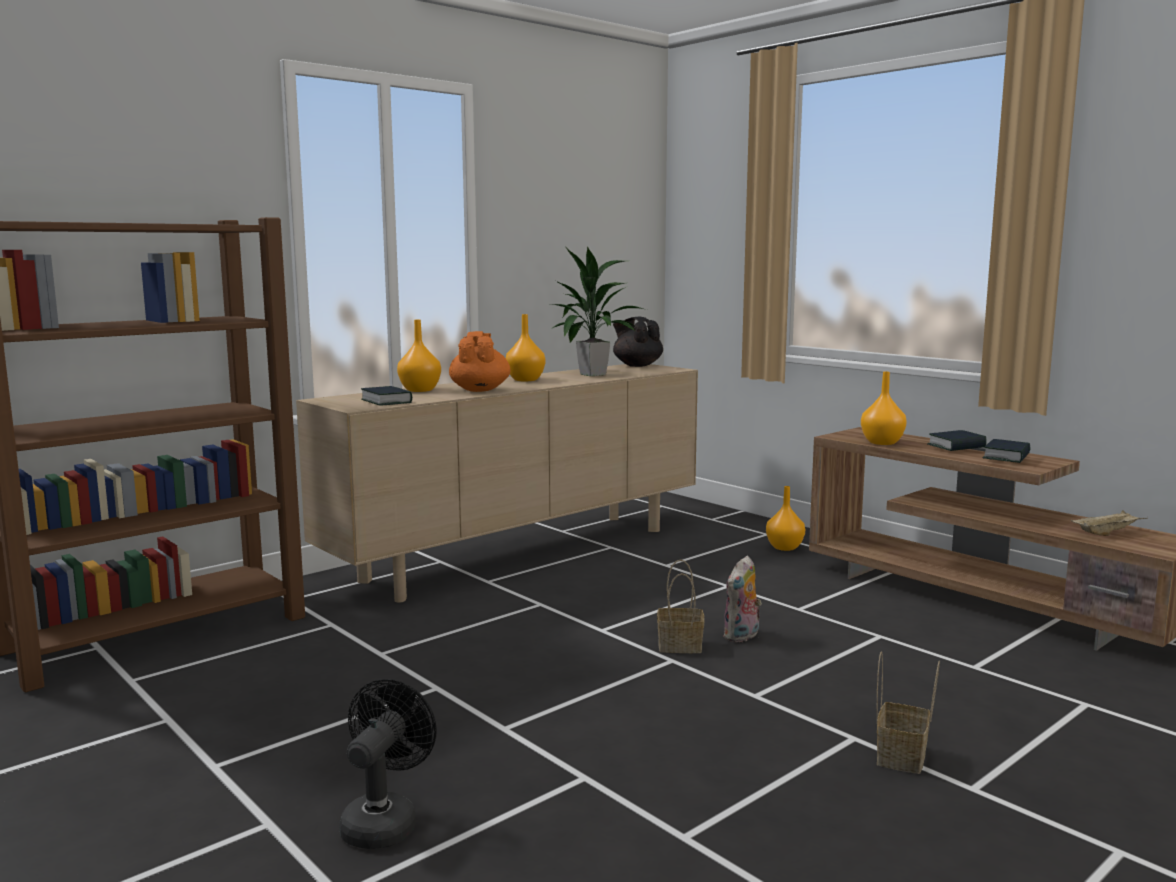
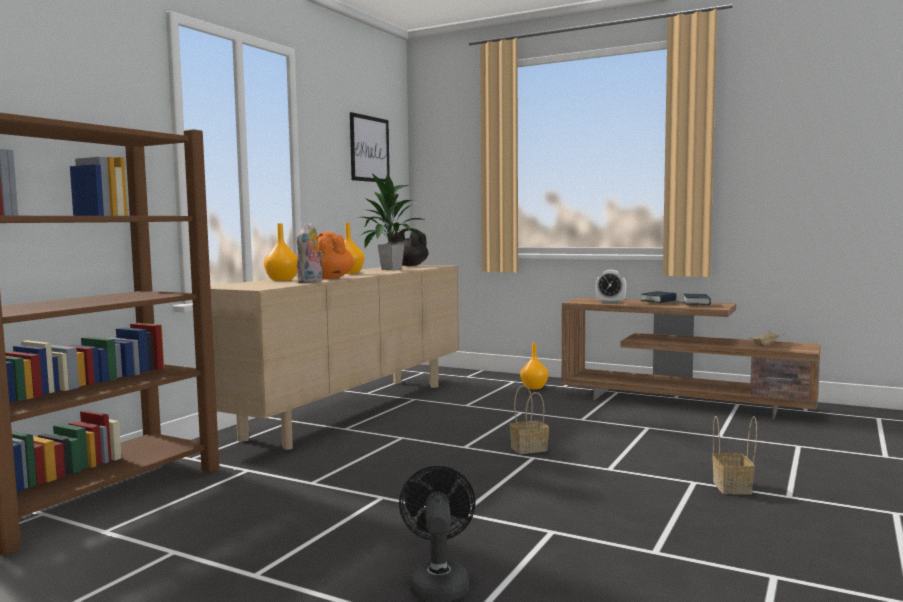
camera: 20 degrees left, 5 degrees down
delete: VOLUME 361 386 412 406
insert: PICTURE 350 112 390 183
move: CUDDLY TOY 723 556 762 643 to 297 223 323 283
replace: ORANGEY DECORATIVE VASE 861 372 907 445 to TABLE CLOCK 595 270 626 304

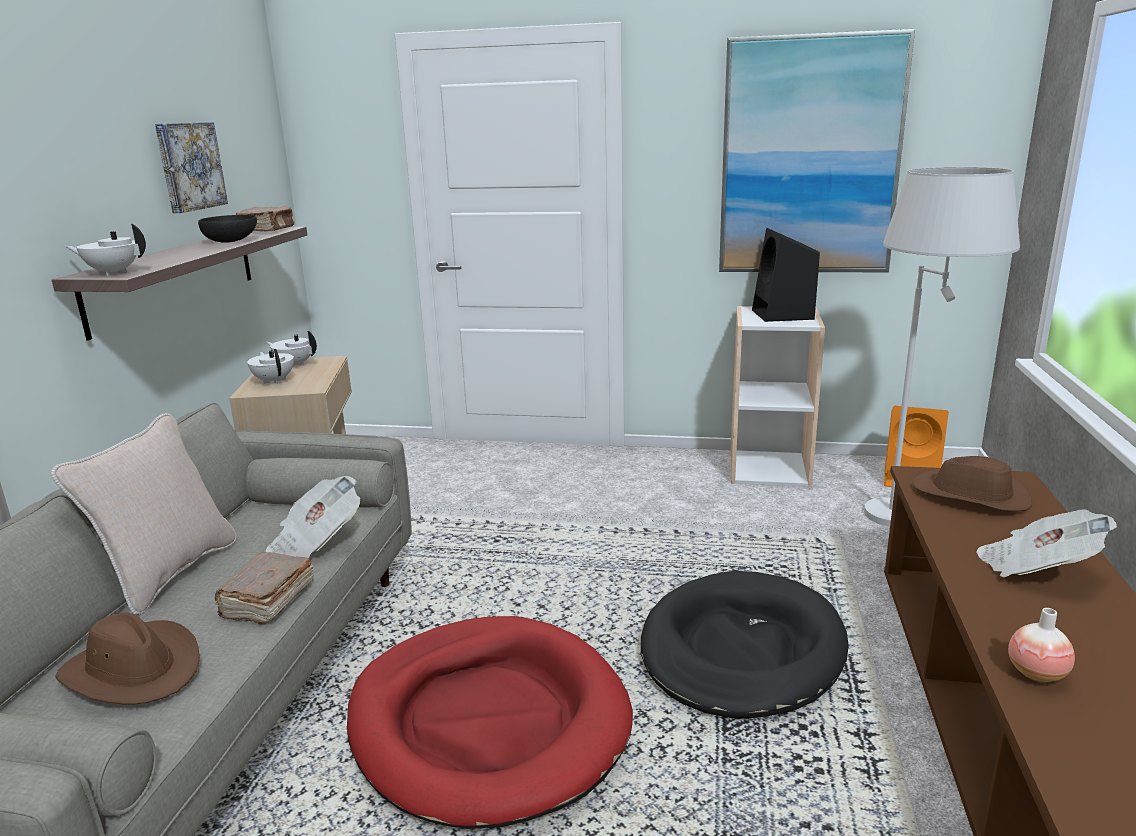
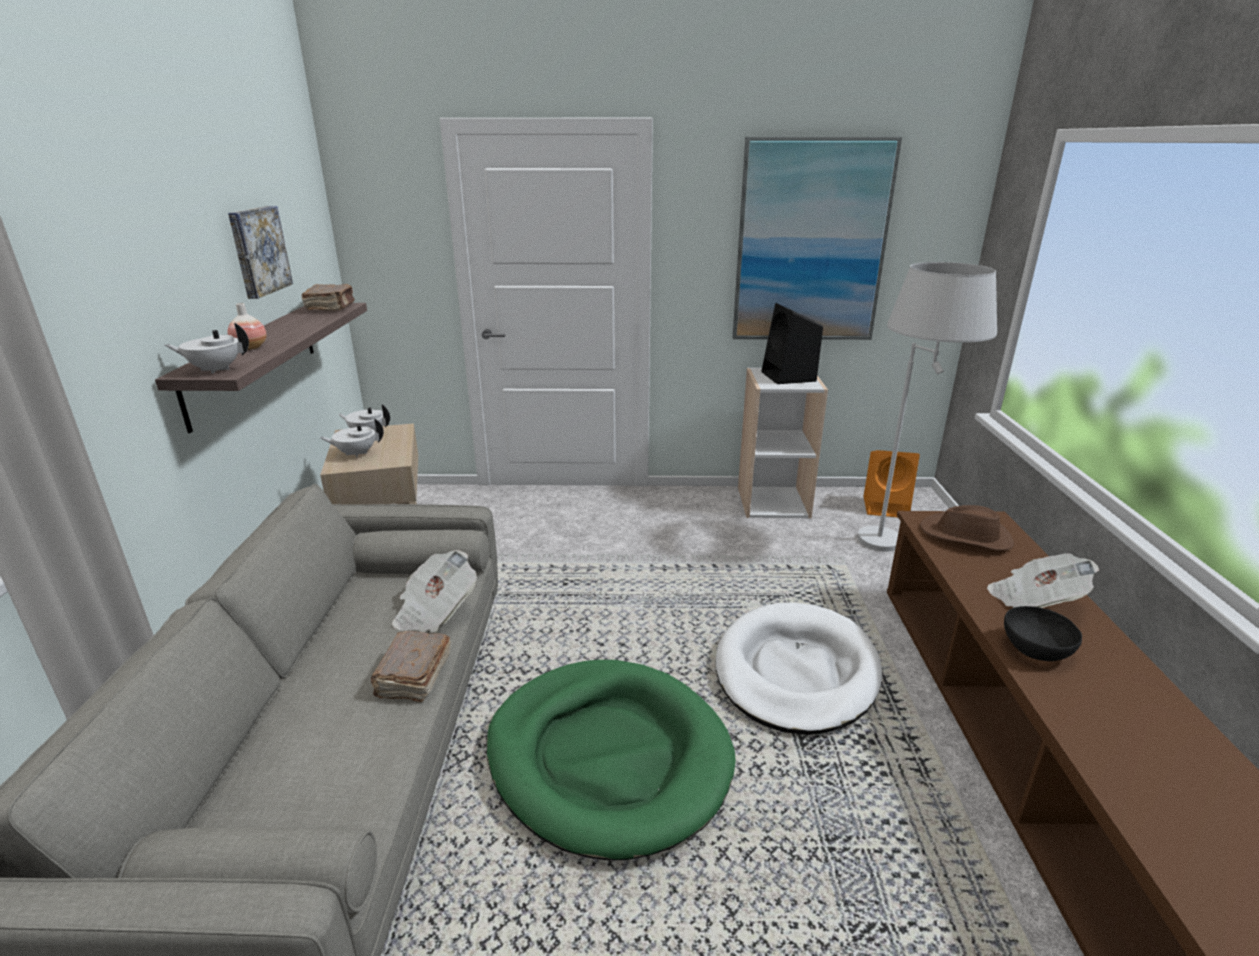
camera: 10 degrees left, 5 degrees up
delete: SAND-COLOURED CUSHION 51 413 237 615; BROWN CLOTHING HAT 55 613 200 705
move: BLACK-COLOURED DEEP DISH 198 215 257 243 to 1004 606 1082 661; DECORATIVE VASE 1008 608 1075 682 to 228 303 267 350
recolor: RED-COLOURED DOG BED 347 616 633 829 to GREEN DOG BED 486 660 736 860; BLACK-COLOURED DOG BED 641 571 849 719 to WHITE DOG BED 715 603 882 735
rotate: WHITE TEAPOT 247 349 294 384 = 319 418 384 458 60 degrees counterclockwise

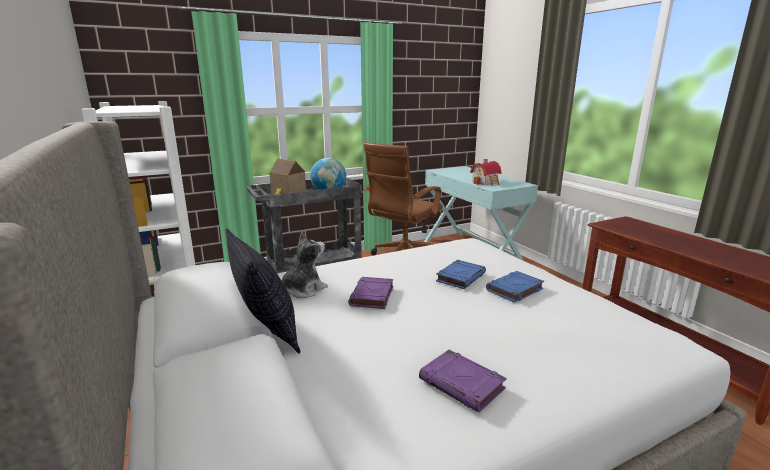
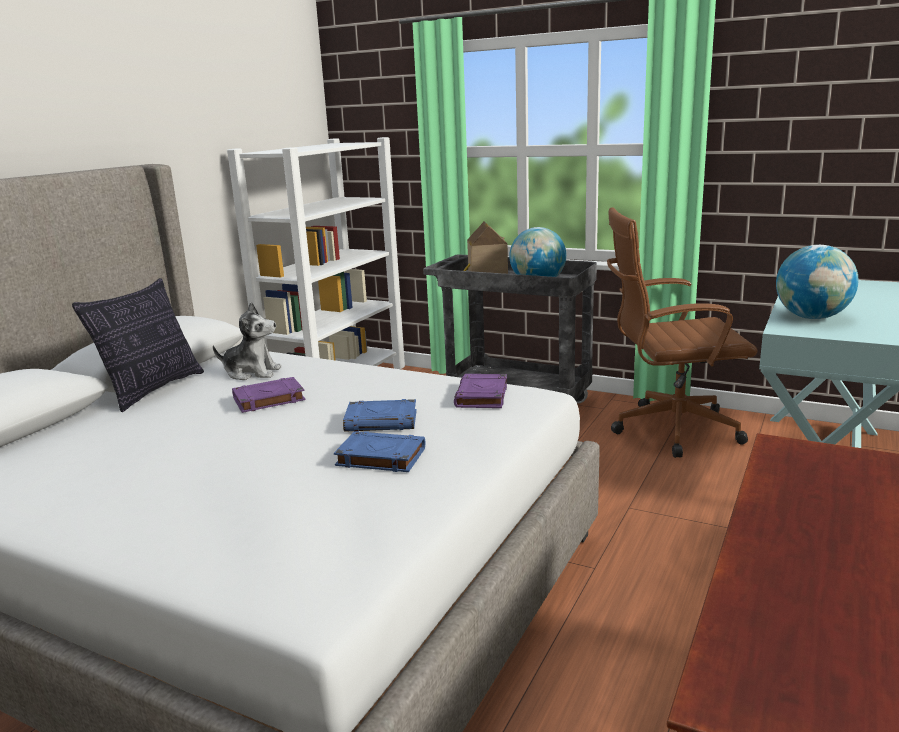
camera: 55 degrees right, 0 degrees up
move: PURPLISH VOLUME 419 350 507 413 to 454 374 507 408
replace: TOY HOUSE 470 159 502 186 to GLOBE 776 245 859 319

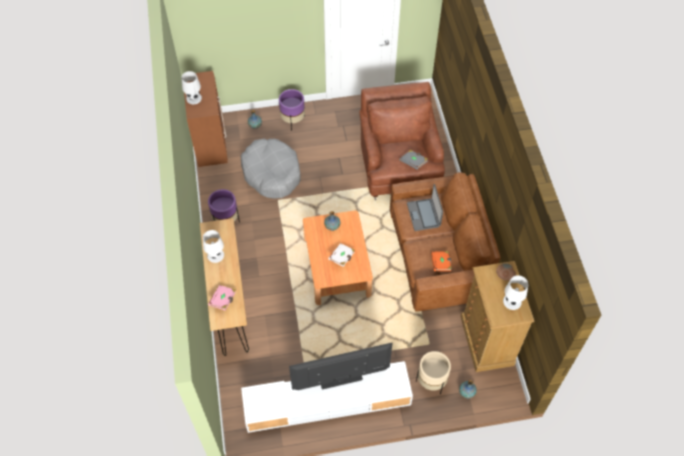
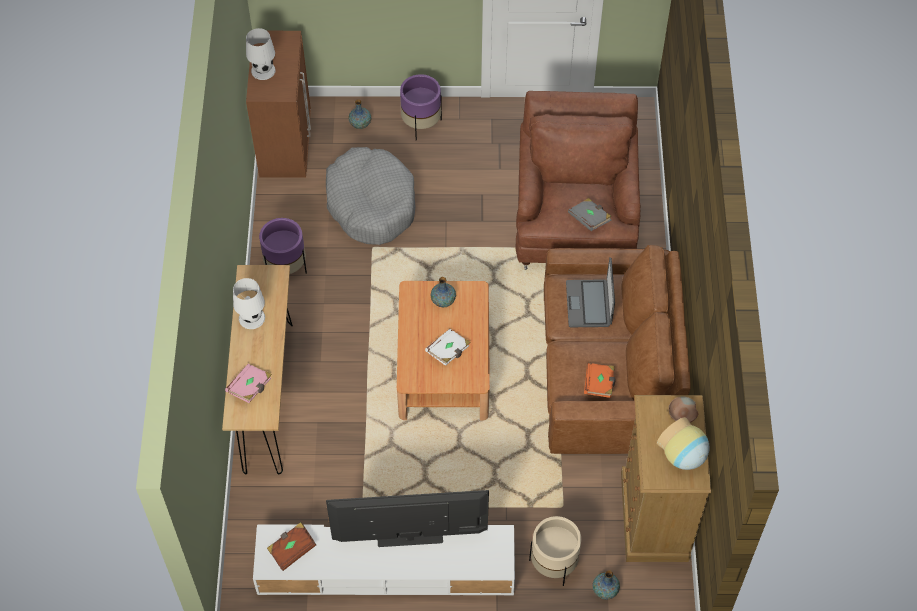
camera: 10 degrees right, 0 degrees up
insert: BROWN VOLUME 267 522 316 571
replace: WHITE TABLE LAMP 503 275 528 310 to DECORATIVE VASE 657 417 710 470

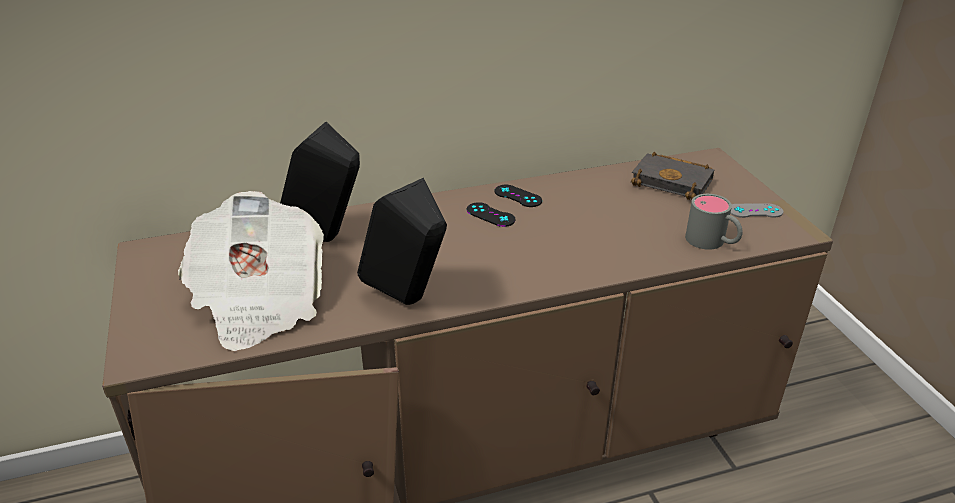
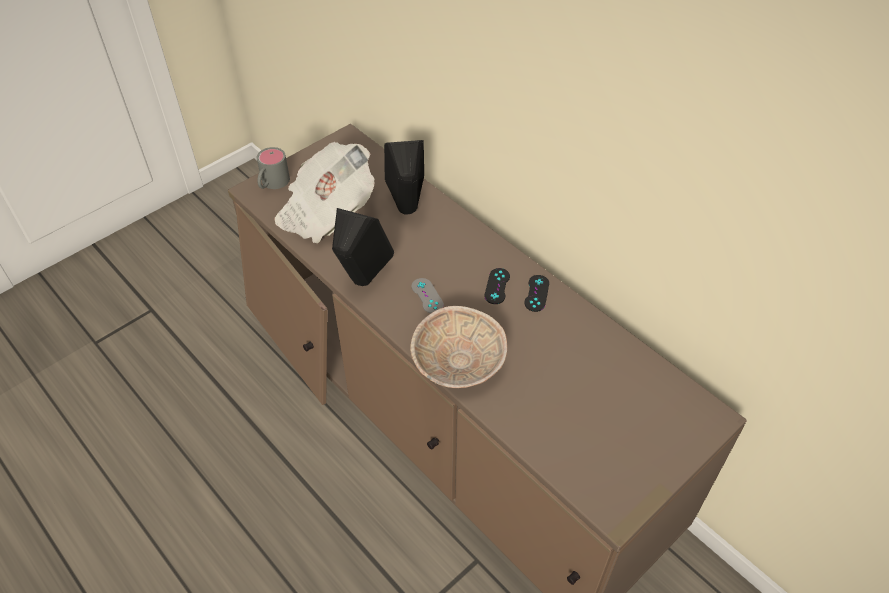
camera: 65 degrees right, 15 degrees up
delete: BLACK-COLOURED VOLUME 631 152 714 200
insert: SAND-COLOURED DEEP DISH 410 306 507 388
move: GREY MUG 685 194 743 250 to 257 147 290 189; GREY GAME CONTROLLER 730 204 783 218 to 412 278 444 313

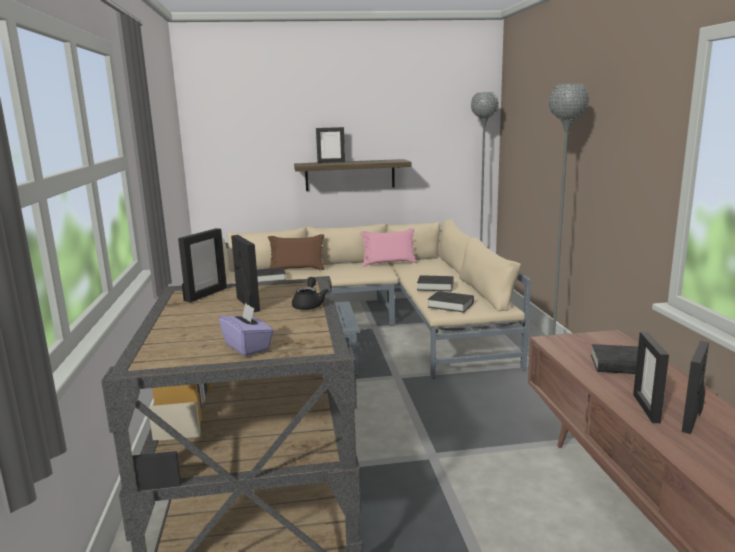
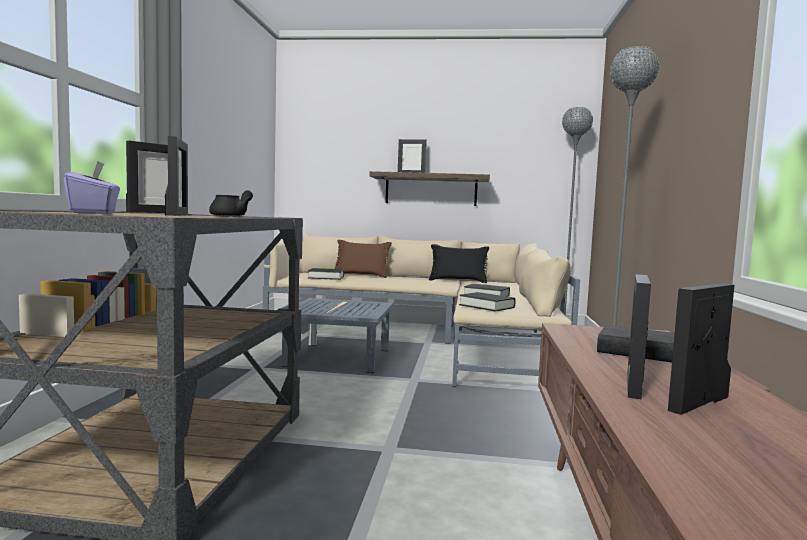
camera: 15 degrees right, 10 degrees down
recolor: PINK-COLOURED CUSHION 360 228 416 267 to BLACK-COLOURED CUSHION 429 244 489 283

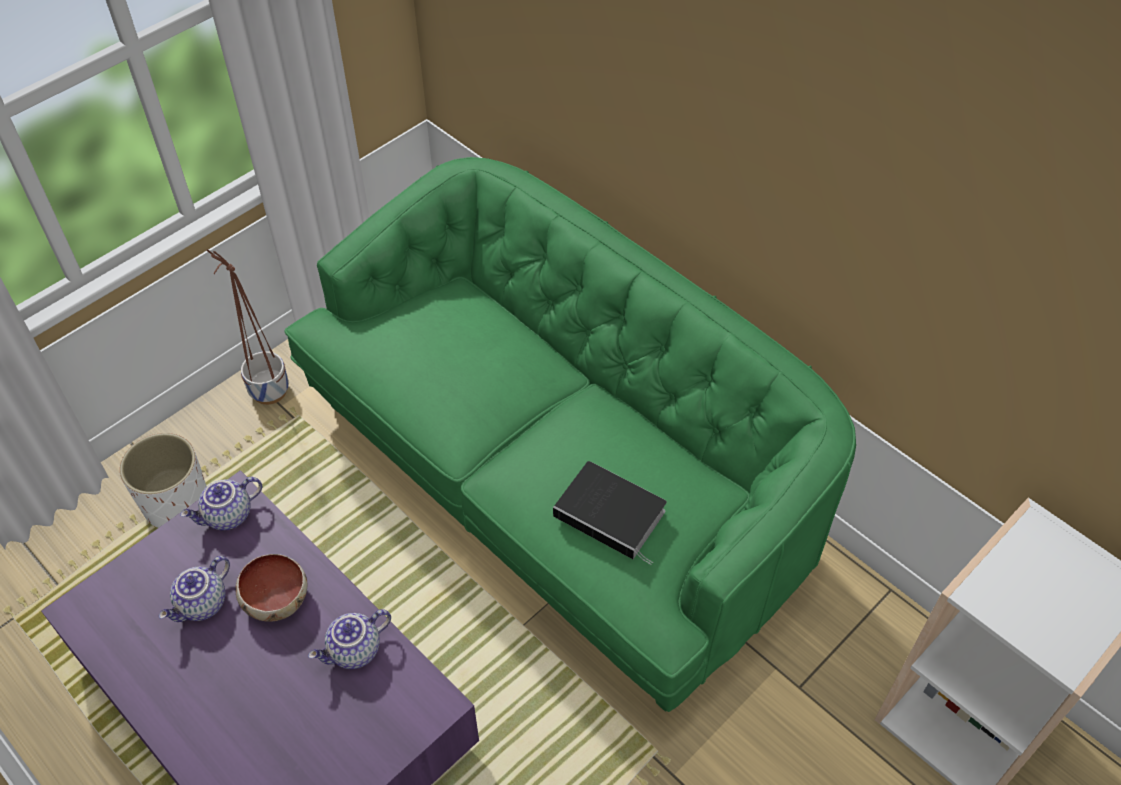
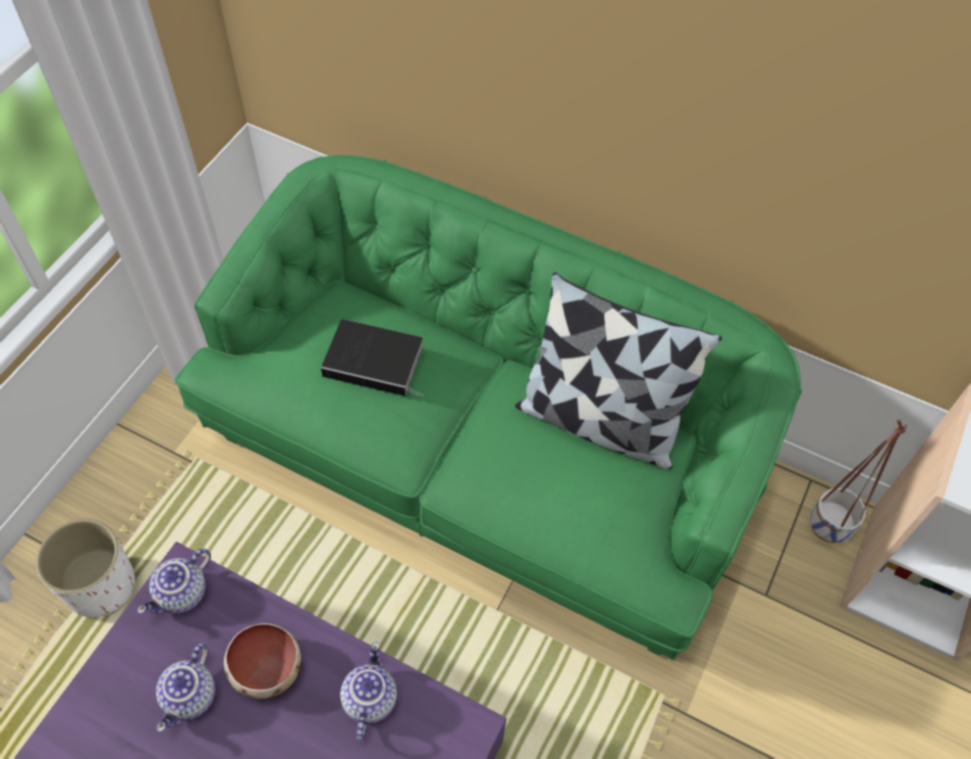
camera: 20 degrees left, 5 degrees up
insert: CUSHION 515 272 722 469
move: PLANTER 206 249 289 405 to 810 419 907 543; VOLUME 553 461 667 565 to 321 319 425 397
rotate: TEAPOT 308 609 391 669 = 340 642 397 741 150 degrees clockwise

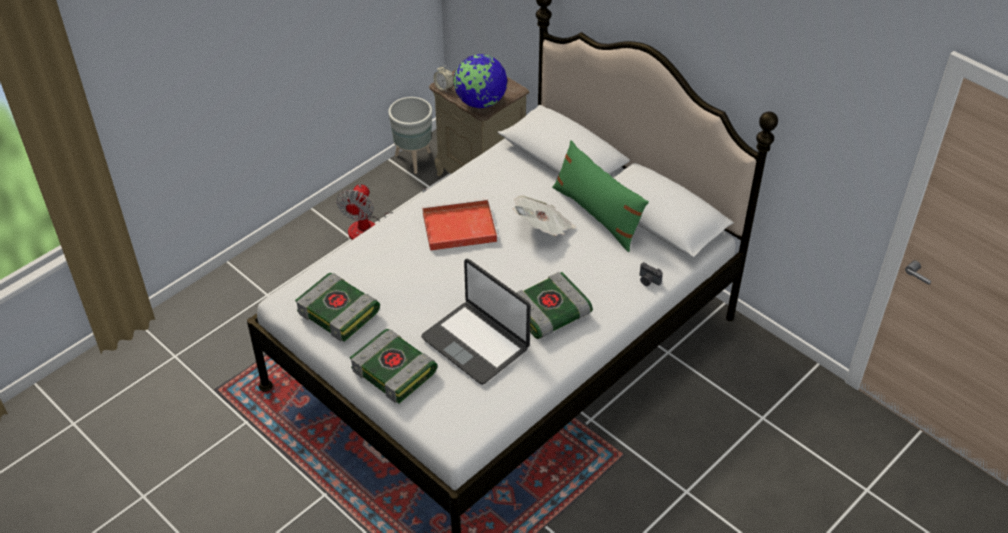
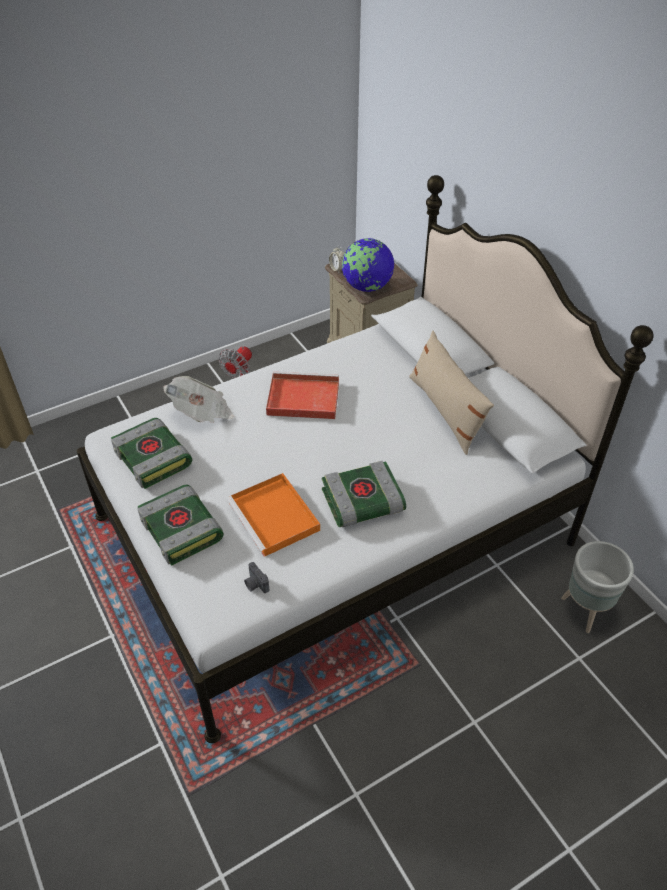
camera: 15 degrees right, 0 degrees up
move: GREY PLANTER 388 97 432 174 to 561 541 634 633; PRINTED PAPER 512 196 576 236 to 163 376 234 423; PHOTO CAMERA 640 262 663 286 to 244 562 269 593
replace: LAPTOP 421 259 531 385 to ORANGEY SERVING TRAY 227 473 320 557
recolor: GREEN CUSHION 552 140 649 252 to SAND-COLOURED CUSHION 409 331 494 455

